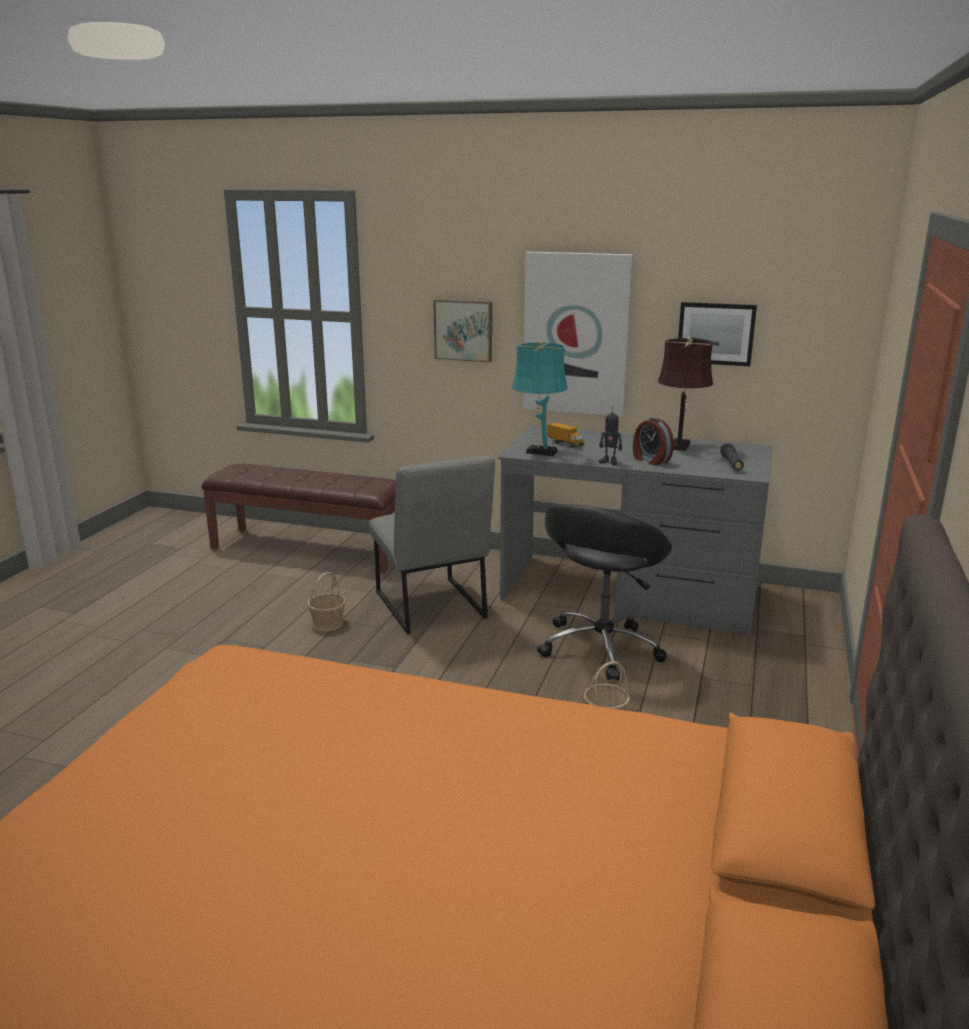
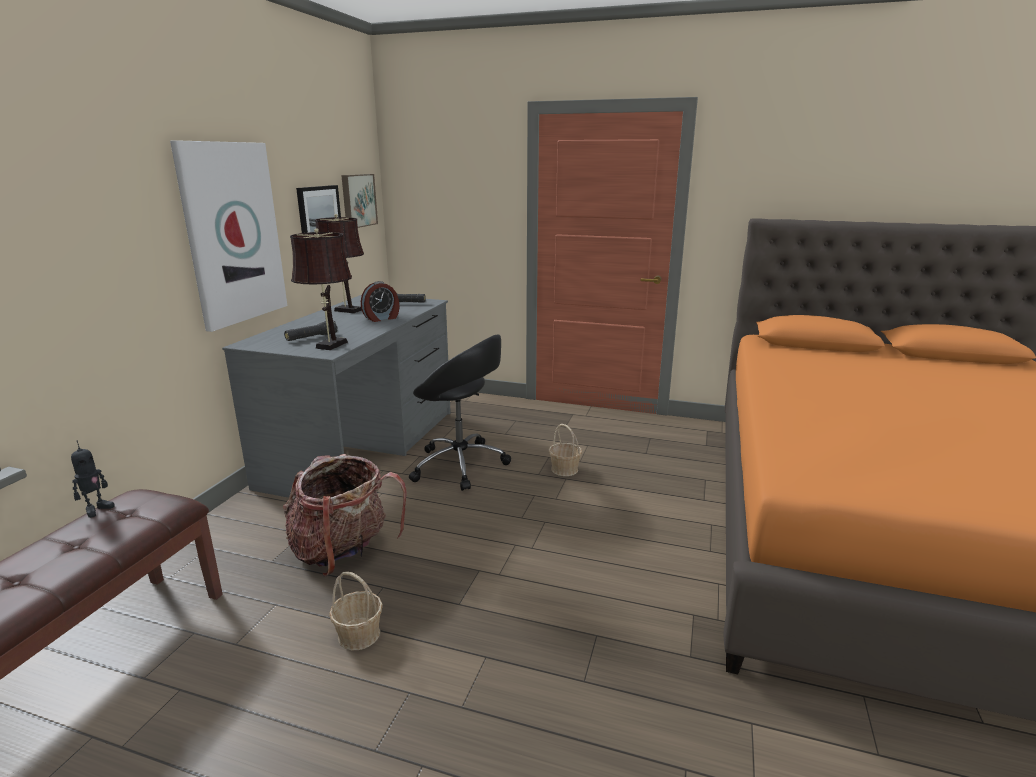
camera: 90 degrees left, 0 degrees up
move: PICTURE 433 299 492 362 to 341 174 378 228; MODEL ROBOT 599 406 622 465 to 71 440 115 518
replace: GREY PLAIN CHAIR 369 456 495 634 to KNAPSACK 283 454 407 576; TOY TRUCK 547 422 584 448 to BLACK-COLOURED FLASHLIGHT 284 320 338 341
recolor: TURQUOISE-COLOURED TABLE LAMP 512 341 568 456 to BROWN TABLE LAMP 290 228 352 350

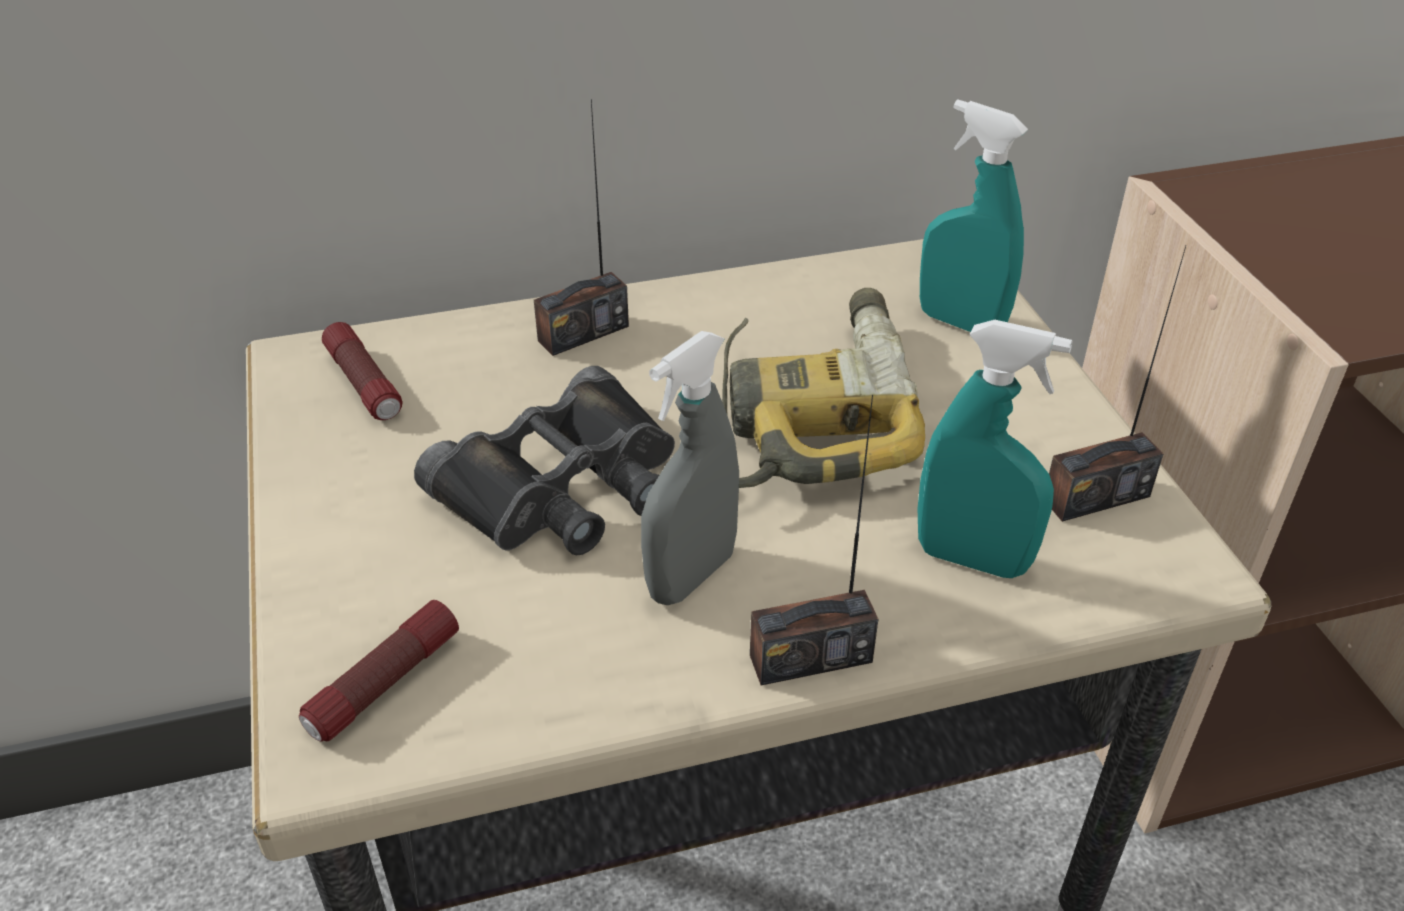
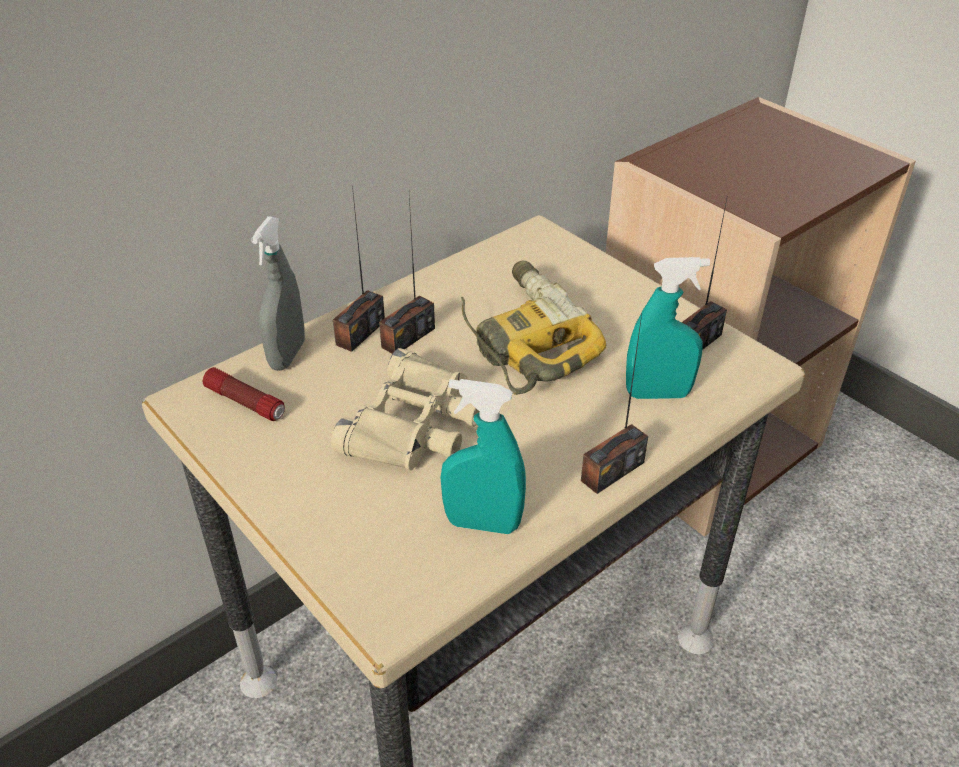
camera: 25 degrees left, 0 degrees up
delete: FLASHLIGHT 299 600 459 742
insert: RADIO 379 196 435 354
move: GREY SPRAYER 641 331 739 605 to 251 216 305 371; TURQUOISE-COLOURED SPRAYER 920 99 1028 332 to 440 379 526 534
recolor: BLACK-COLOURED FIELD GLASSES 414 366 675 556 to SAND-COLOURED FIELD GLASSES 331 348 480 470

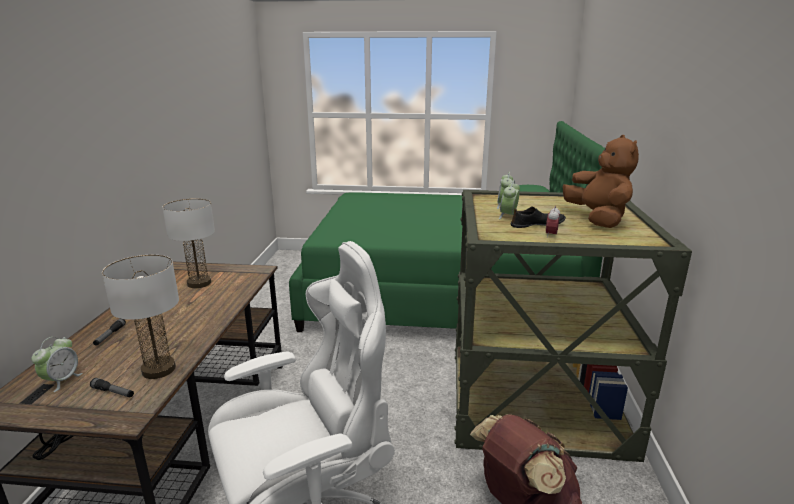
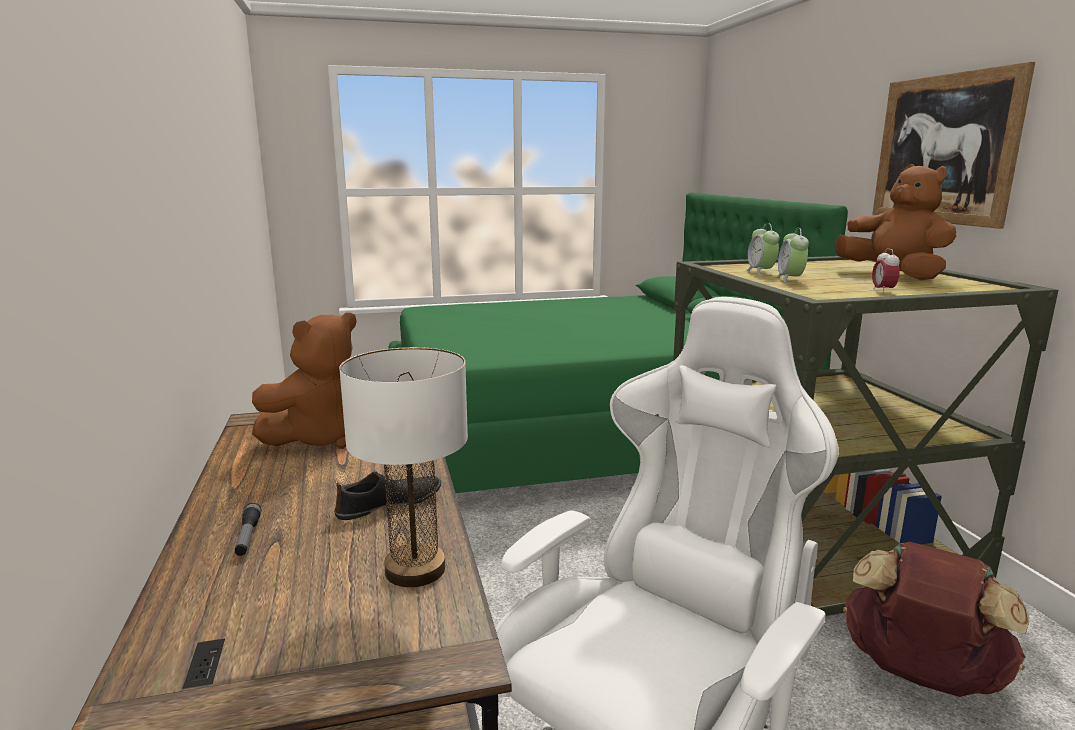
camera: 20 degrees left, 5 degrees down
delete: TABLE CLOCK 31 337 83 392; FLASHLIGHT 90 378 134 397
insert: PICTURE 872 62 1035 229
move: BLACK-COLOURED SHOE 511 206 566 228 to 335 471 441 520
replace: TABLE LAMP 162 199 215 288 to BROWN CUDDLY TOY 252 313 357 449

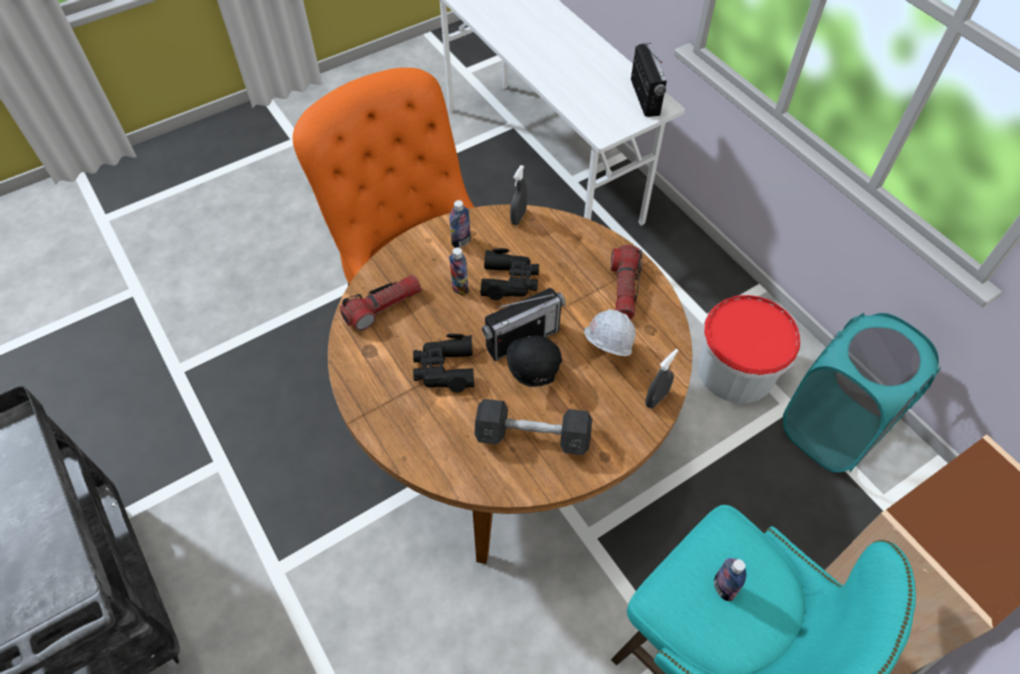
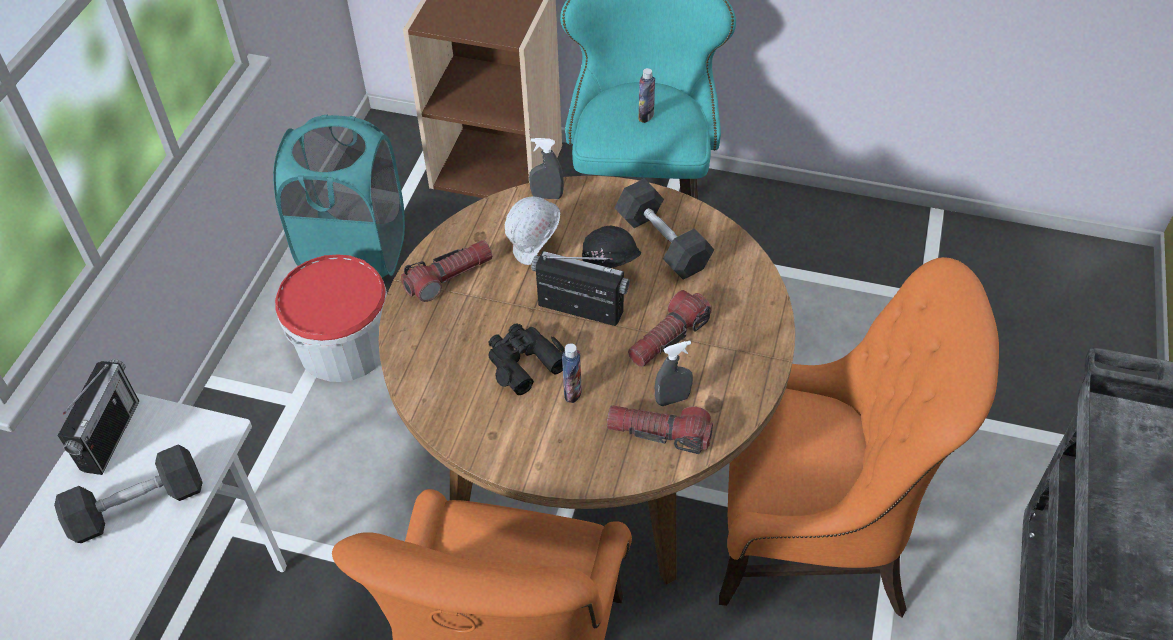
camera: 130 degrees left, 5 degrees down
delete: DRINK BOTTLE 450 200 471 248
insert: GREY DUMBBELL 54 444 203 543; ORANGEY PLAIN CHAIR 719 257 999 618
move: GREY SPRAYER 510 165 527 225 to 655 341 693 406
replace: BLACK-COLOURED FIELD GLASSES 413 334 474 393 to FLASHLIGHT 628 290 712 367
rotate: RADIO 631 43 667 117 = 58 359 139 475 150 degrees clockwise

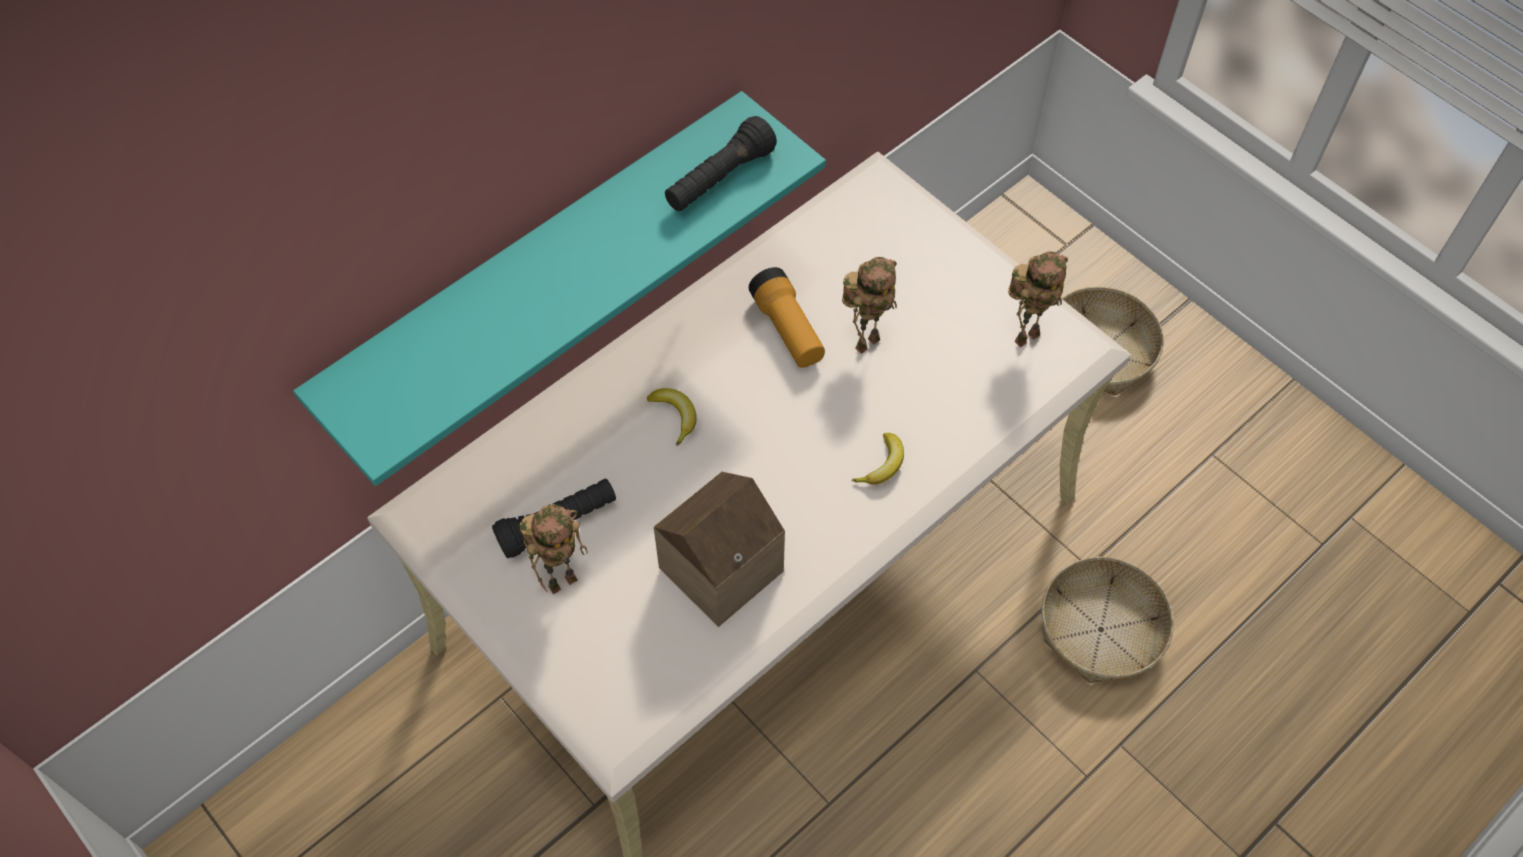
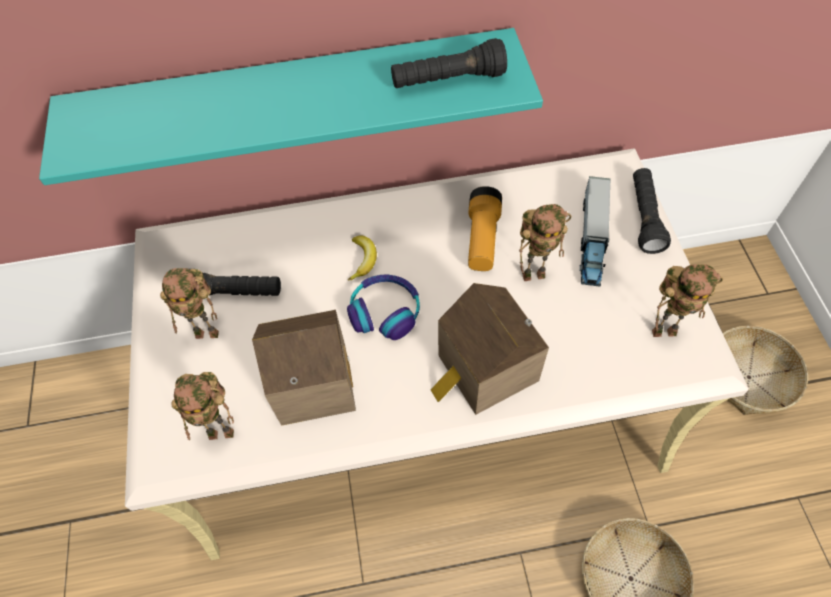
camera: 35 degrees right, 0 degrees up
insert: MODEL ROBOT 171 372 234 441; HEADSET 347 274 420 340; TOY TRUCK 579 176 611 287; BLACK-COLOURED FLASHLIGHT 633 168 671 254
replace: WHOLE BANANA 852 433 904 485 to TOY HOUSE 431 283 549 415

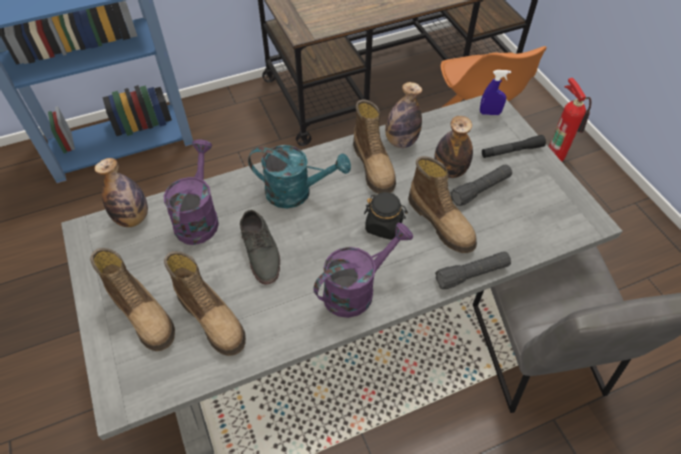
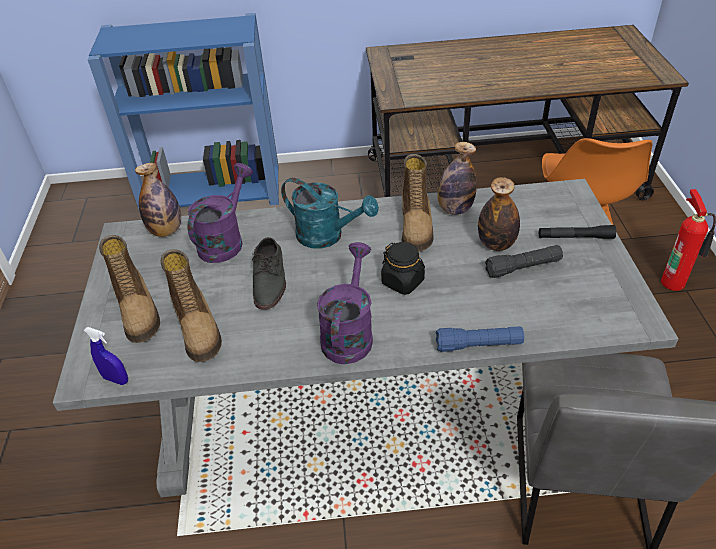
camera: 20 degrees right, 10 degrees down
delete: BOOT 408 156 477 253
move: BLUE-COLOURED SPRAYER 480 70 511 115 to 84 327 128 385
recolor: BLACK-COLOURED FLASHLIGHT 435 252 511 289 to BLUE-COLOURED FLASHLIGHT 436 326 524 352
rotate: PURPLISH WATERING CAN 313 223 413 318 = 317 242 373 364 60 degrees counterclockwise

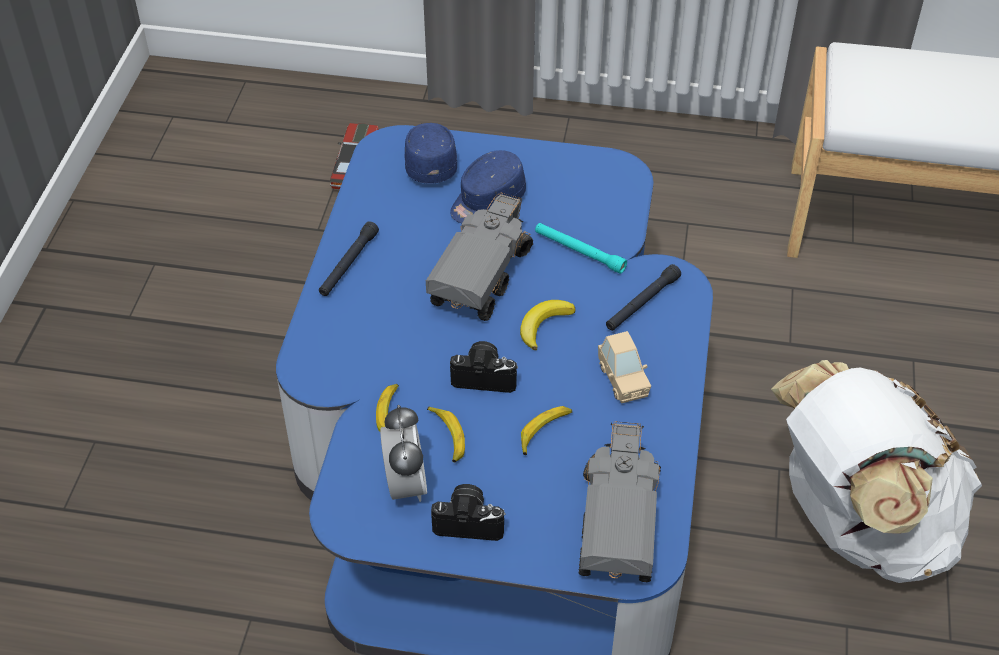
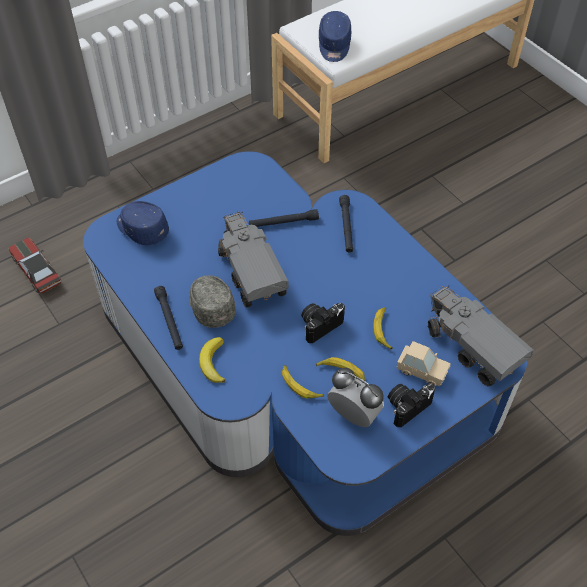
camera: 45 degrees left, 5 degrees up
delete: WHITE KNAPSACK 771 360 982 583
insert: GREY BASEBALL CAP 189 275 236 328
move: BLUE-COLOURED BASEBALL CAP 450 150 526 223 to 319 11 352 62; WHOLE BANANA 520 300 575 350 to 199 337 225 383; SAND-COLOURED MINIATURE CAR 598 331 651 403 to 397 341 451 386
recolor: TURQUOISE-COLOURED FLASHLIGHT 535 223 627 274 to BLACK-COLOURED FLASHLIGHT 249 209 319 227

